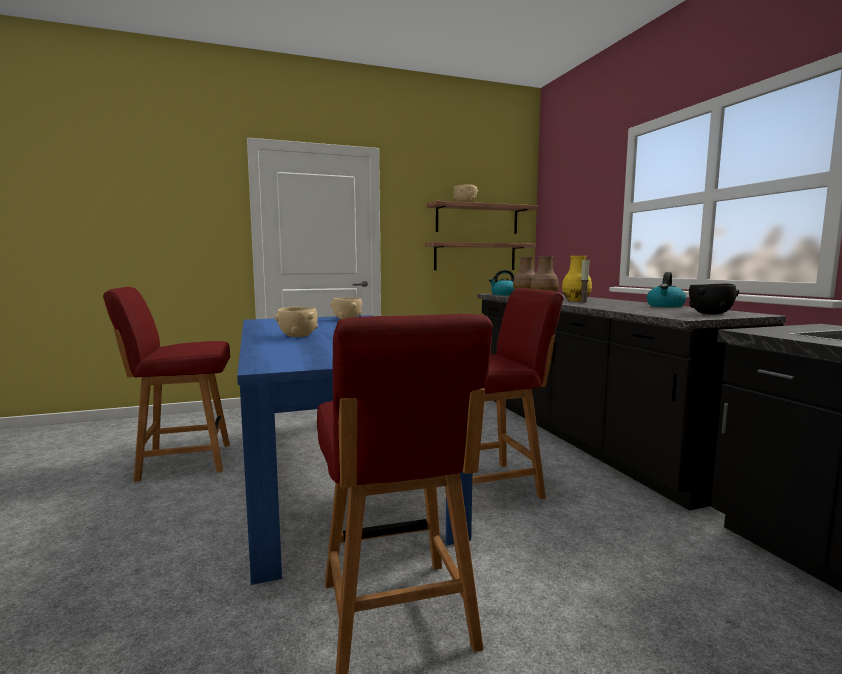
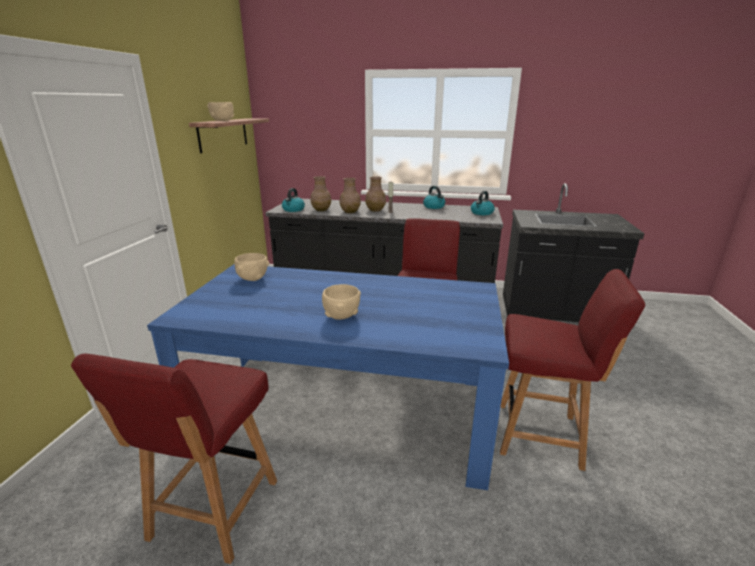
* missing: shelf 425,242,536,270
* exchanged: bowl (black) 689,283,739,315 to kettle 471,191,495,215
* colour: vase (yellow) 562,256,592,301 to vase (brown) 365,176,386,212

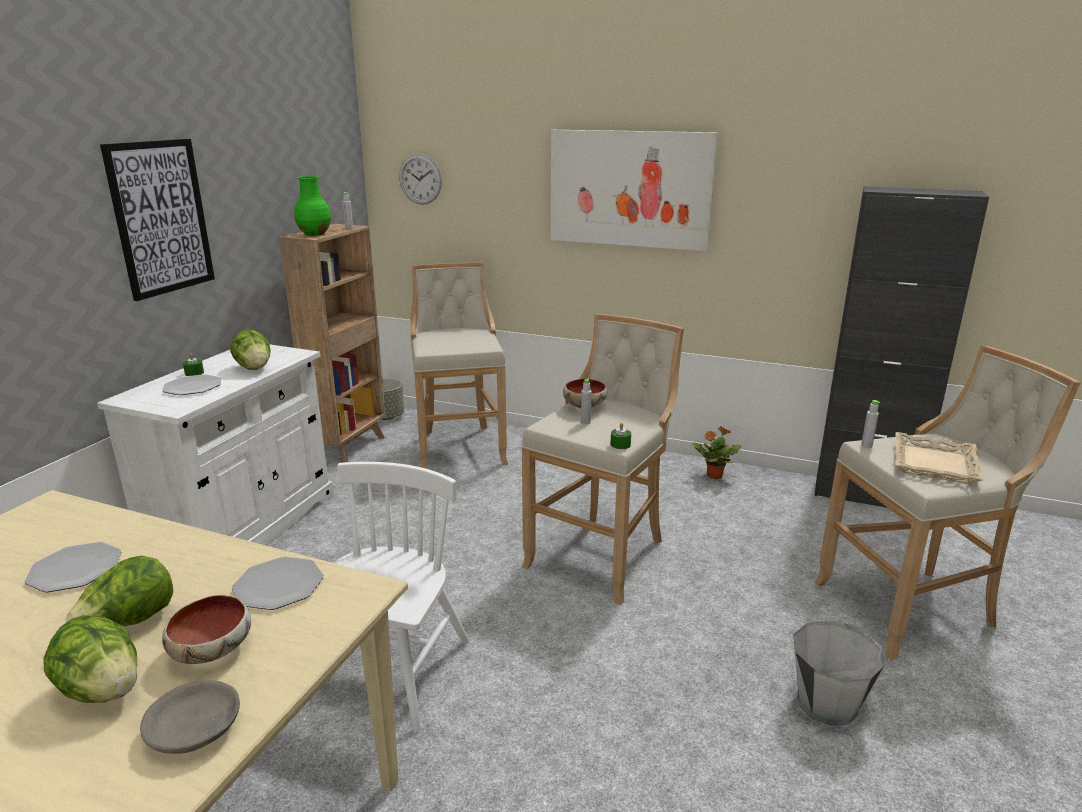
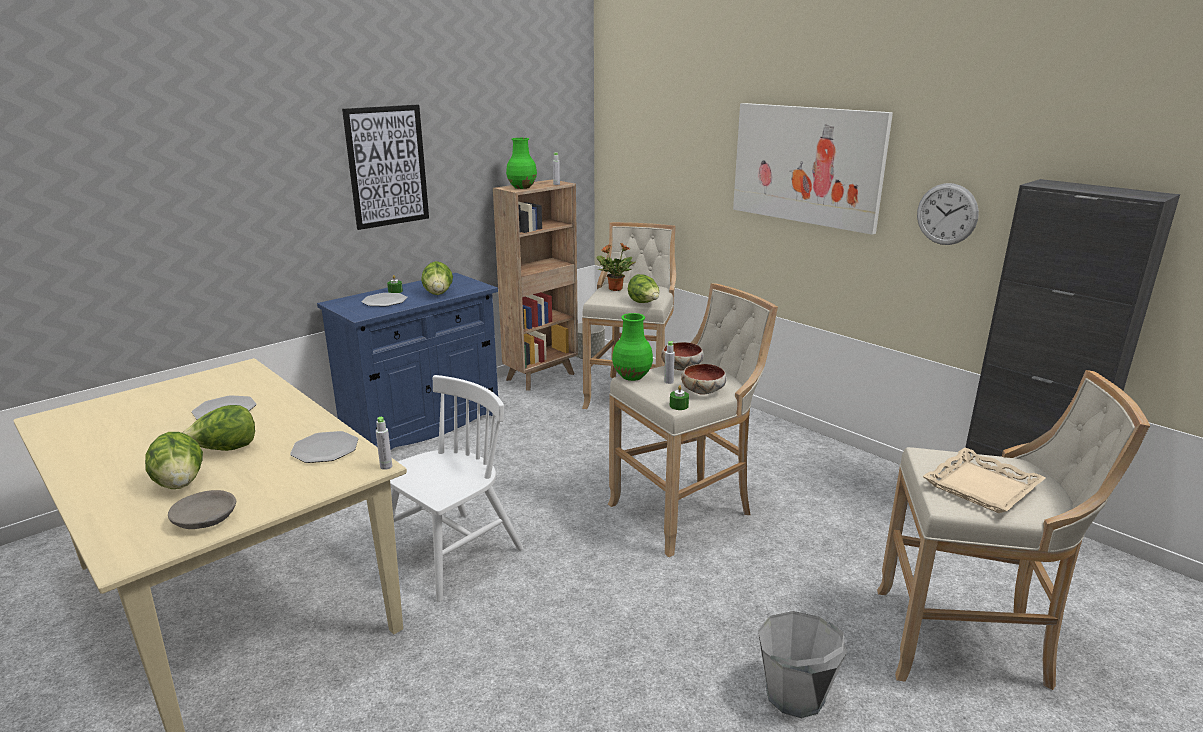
* appeared: vase (green) 612,313,653,381
* appeared: lettuce 628,274,659,303
* relocated: bowl 162,595,251,664 to 681,364,727,395
* relocated: wall clock 399,154,442,205 to 917,183,979,245
* relocated: potted plant 692,427,742,479 to 596,243,636,291
* relocated: bottle (grey) 861,400,880,448 to 376,417,392,470
* colour: cabinet (white) 97,344,334,545 to cabinet (blue) 317,273,498,450

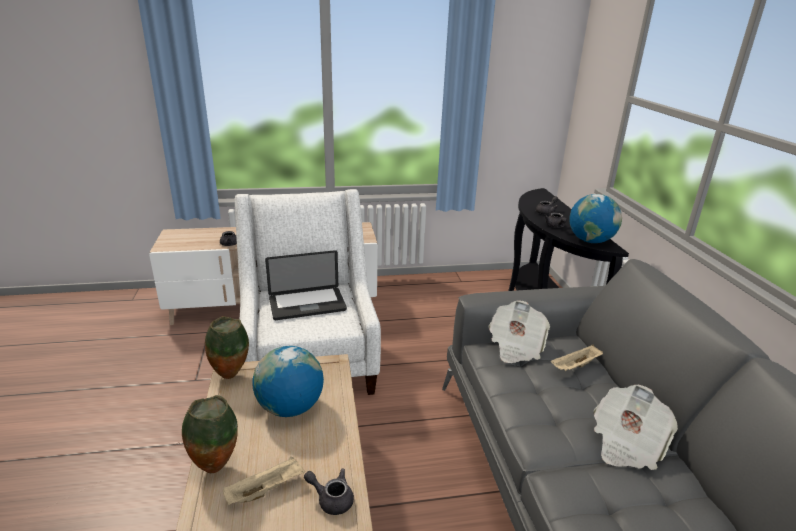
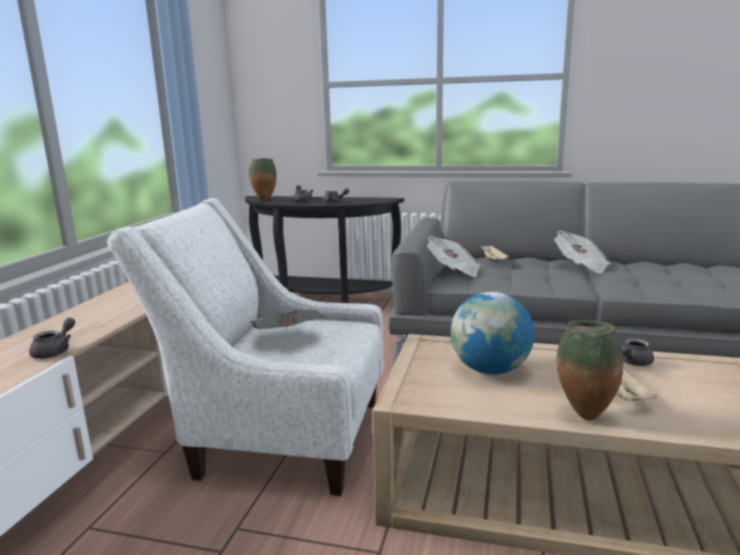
* missing: globe 569,194,622,243
* relocated: vase 205,316,249,379 to 249,158,276,201
* exchanged: laptop 265,250,347,320 to newspaper 250,310,323,329

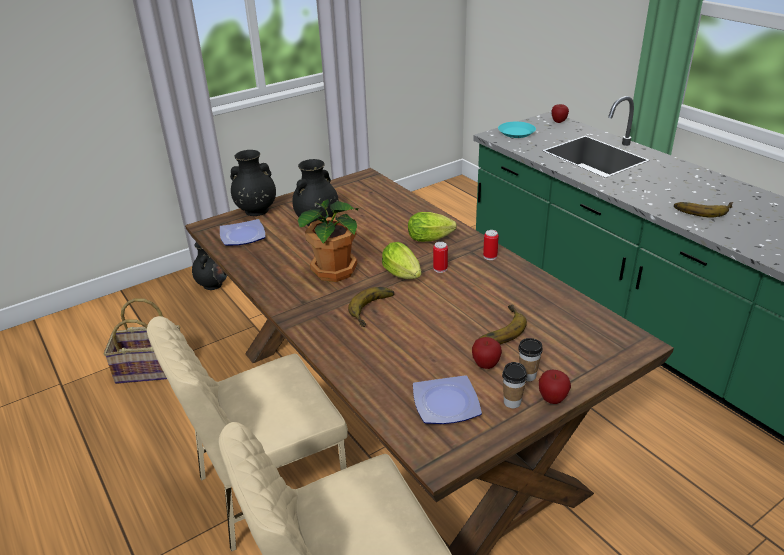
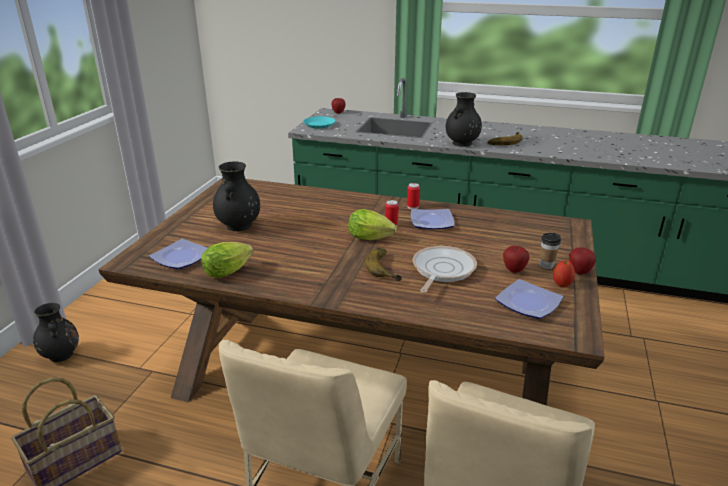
* missing: potted plant 298,199,358,282
* missing: banana 478,305,527,344
* appeared: plate 411,209,455,230
* appeared: frying pan 413,246,477,293
* relocated: vase (black) 230,150,276,216 to 446,92,482,147
* relocated: lettuce 408,212,457,242 to 201,242,253,278
* exchanged: cup 502,362,527,408 to apple 553,260,575,287

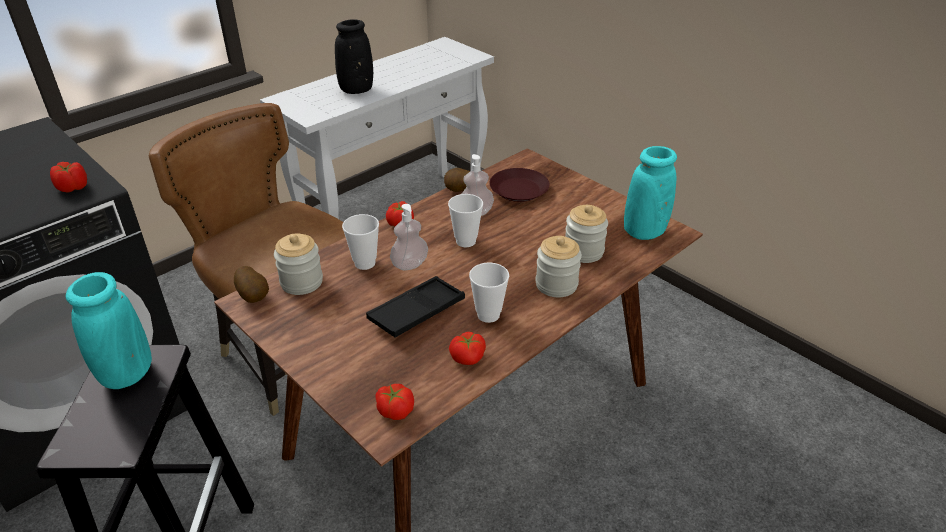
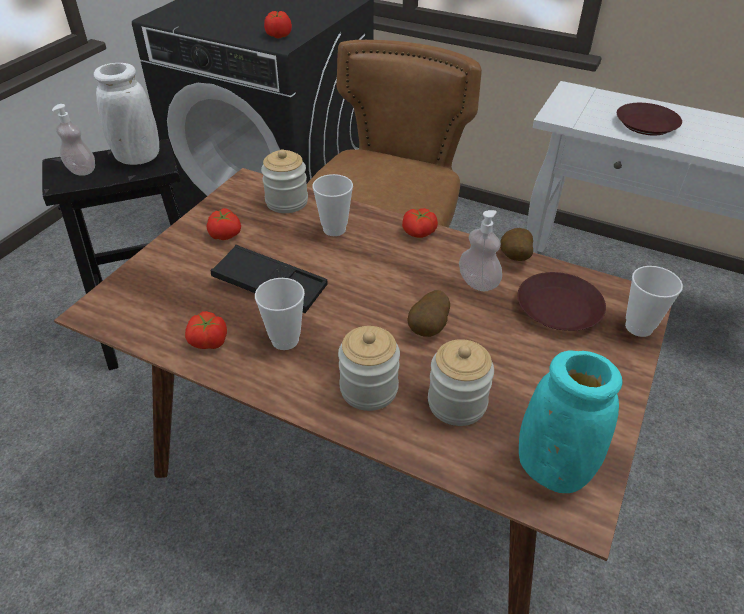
* relocated: potato 234,266,269,303 to 408,290,450,337
* relocated: tomato 375,384,414,420 to 207,208,241,240
* relocated: soap dispenser 390,204,428,270 to 52,104,95,176
* relocated: cup 448,194,483,247 to 625,266,683,337
* exchanged: vase (black) 335,20,373,94 to plate (brown) 617,103,682,136
* colour: vase (turquoise) 66,272,152,389 to vase (white) 94,63,159,165

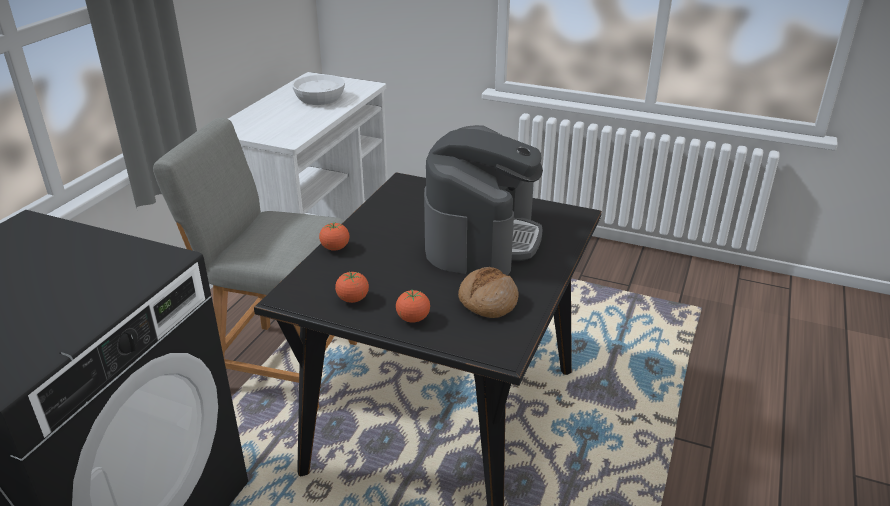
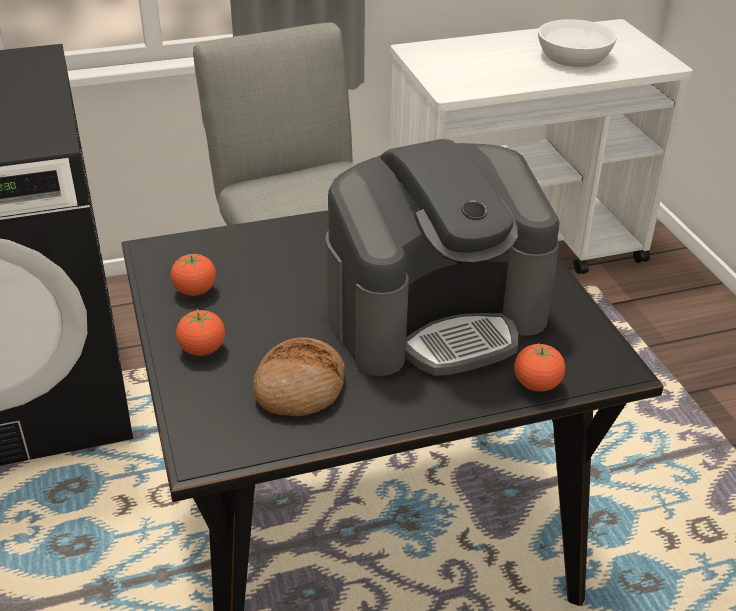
* relocated: tomato 319,222,349,251 to 514,343,565,392

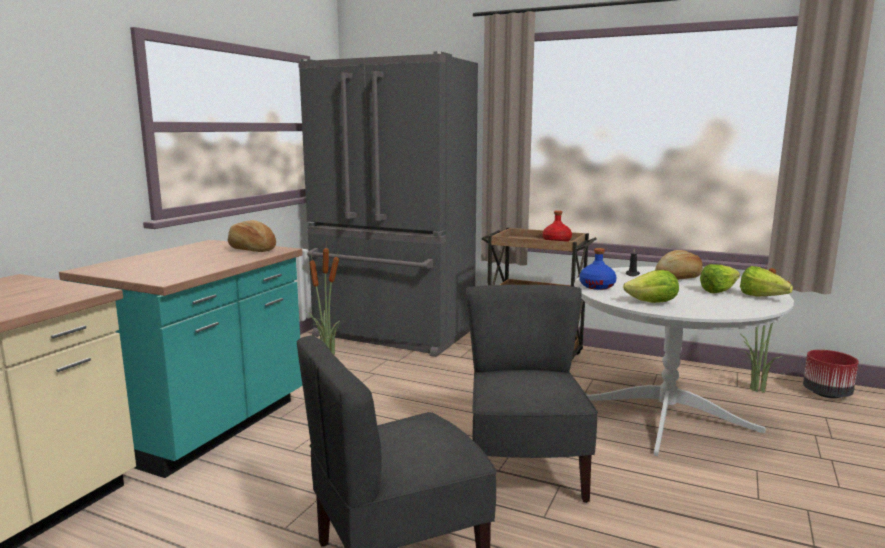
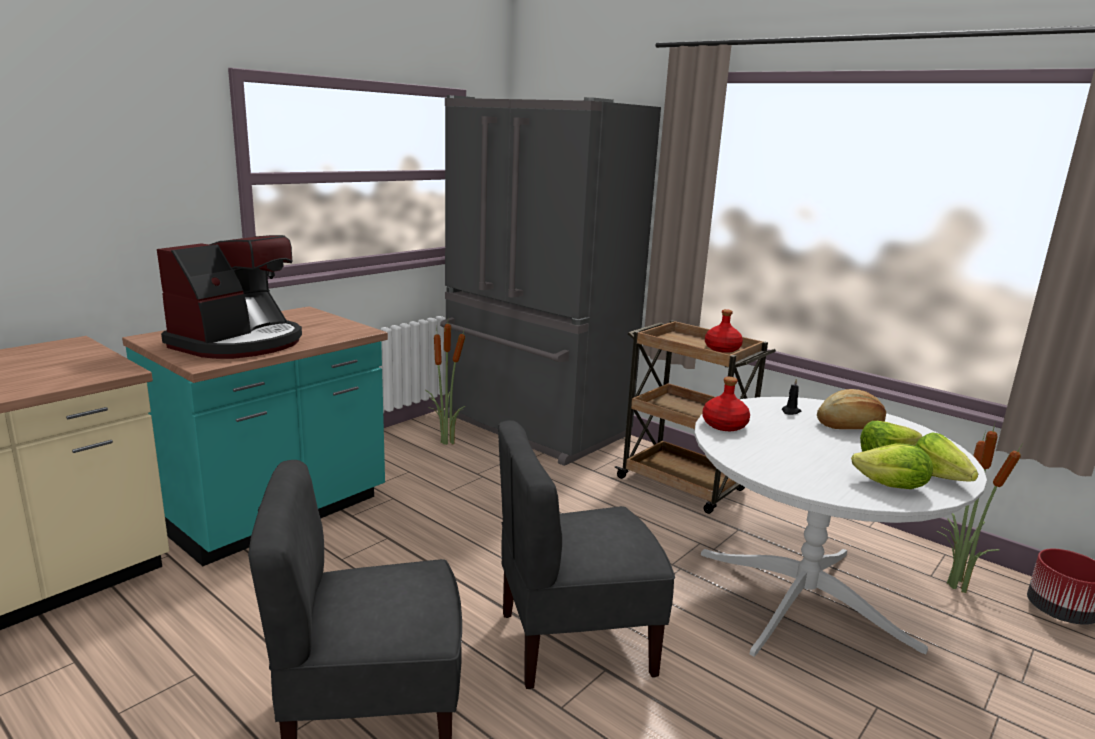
* missing: bread 228,220,276,252
* appeared: coffee machine 157,235,302,359
* relocated: lettuce 623,270,679,303 to 851,443,933,489
* colour: bottle (blue) 579,248,616,290 to bottle (red) 702,377,750,431
* spun: chair (grey) 466,285,598,503 = 498,420,675,689 120 degrees counterclockwise

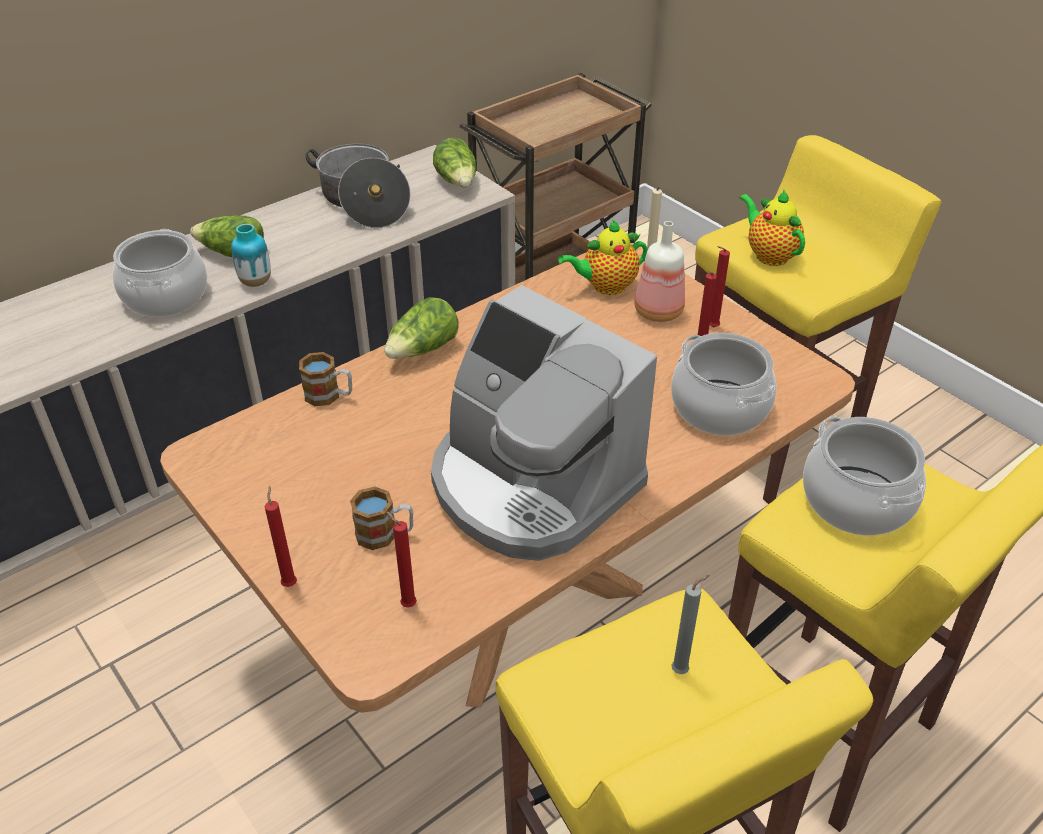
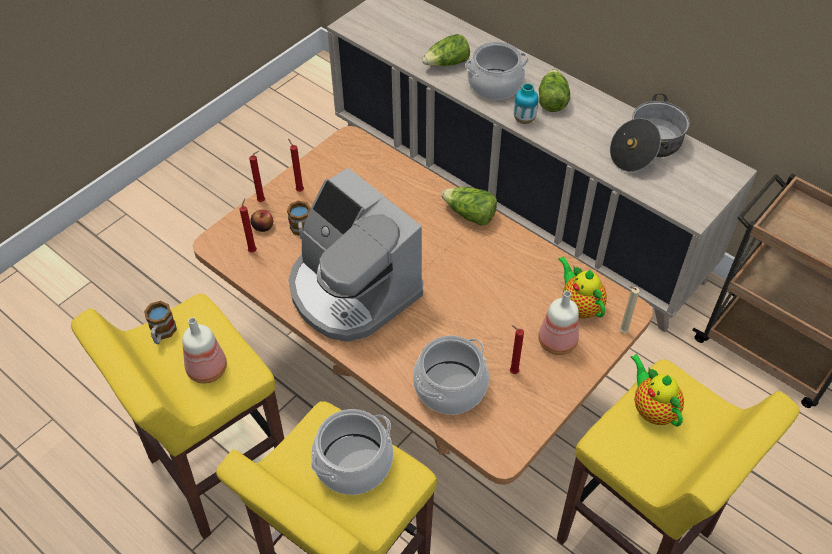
* appeared: apple 250,210,273,232
* relocated: mug 299,352,352,406 to 144,301,177,344
* relocated: lettuce 433,138,476,187 to 422,34,470,66
* relocated: candle (red) 710,246,730,328 to 288,138,304,192
* exchanged: candle (grey) 671,575,710,674 to bottle 182,317,227,384
* spun: coffee machine 431,285,657,561 = 288,168,423,342 75 degrees counterclockwise
* spun: teapot 739,189,805,266 = 631,354,684,426 75 degrees counterclockwise

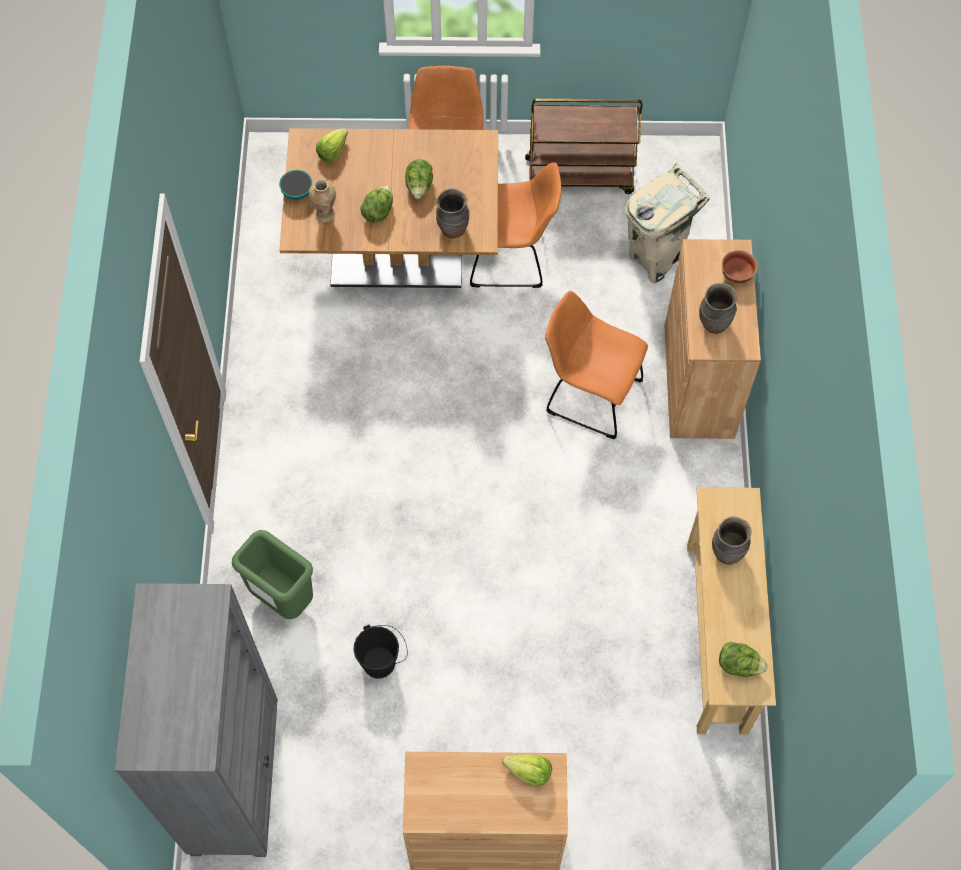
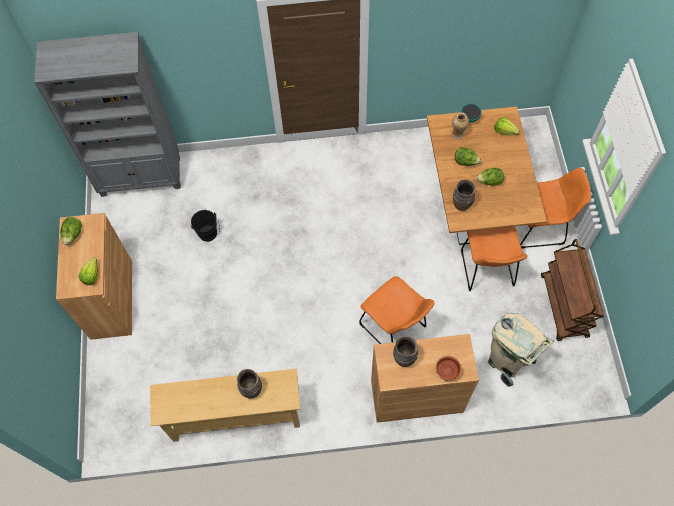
* missing: trash can (green) 232,530,313,619
* relocated: lettuce 719,642,768,677 to 60,217,82,245
* spun: chair (orange) 545,291,648,439 = 359,276,435,344 120 degrees clockwise

